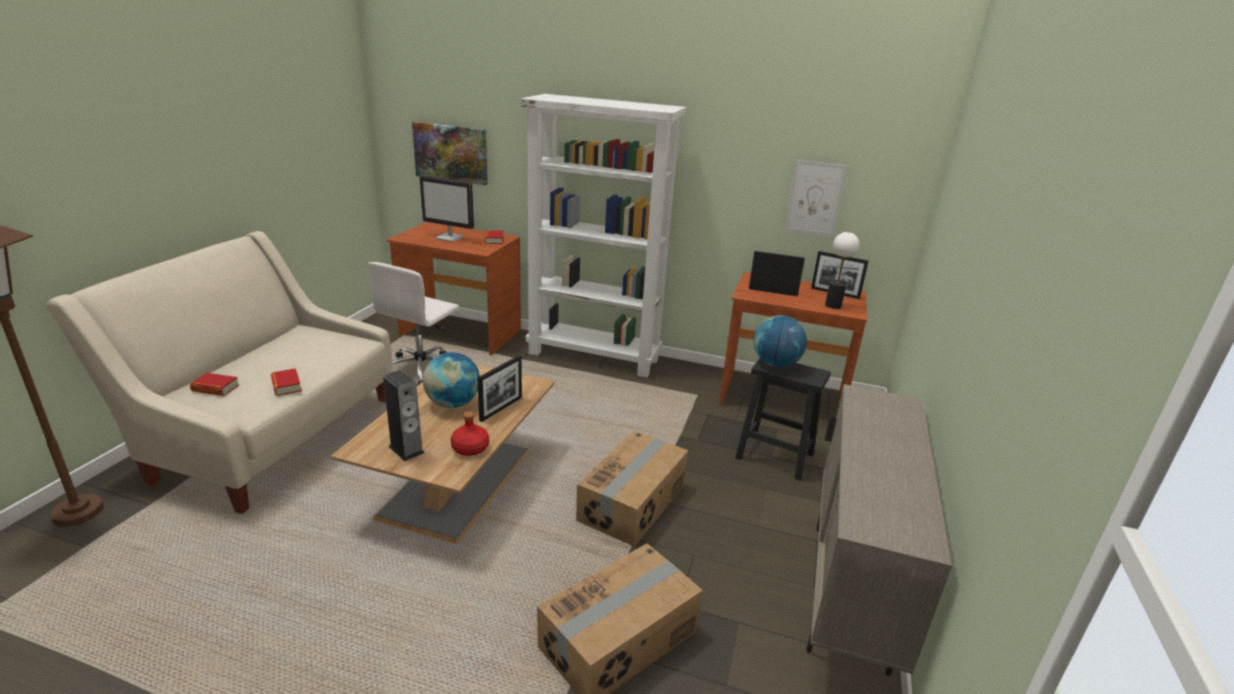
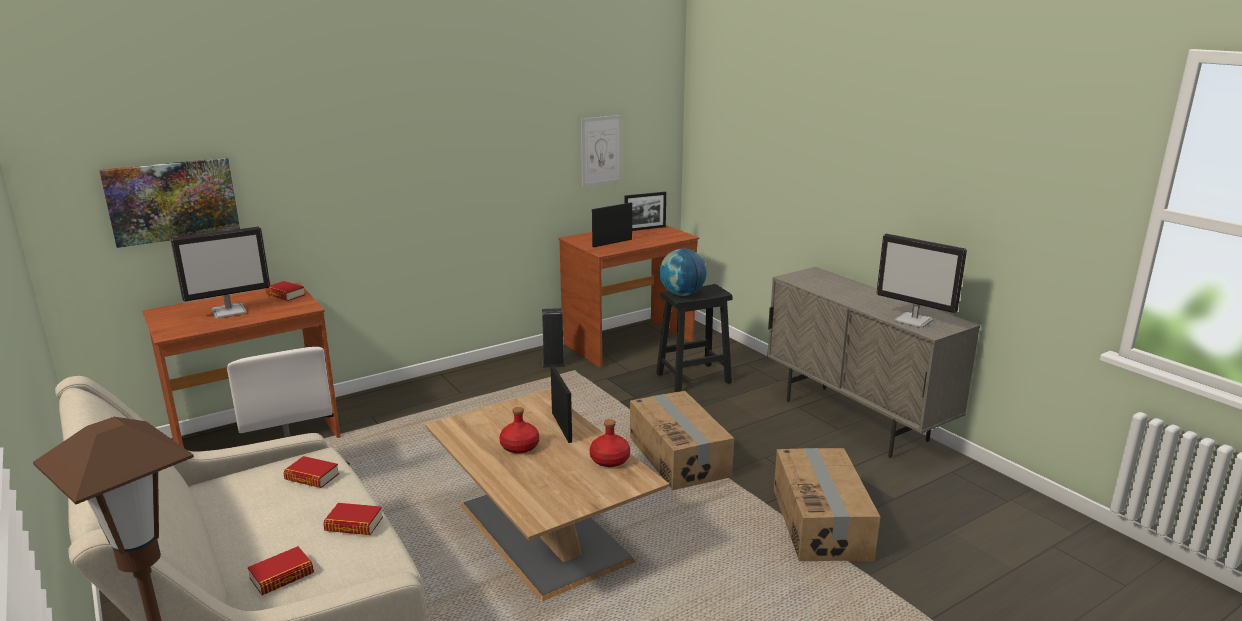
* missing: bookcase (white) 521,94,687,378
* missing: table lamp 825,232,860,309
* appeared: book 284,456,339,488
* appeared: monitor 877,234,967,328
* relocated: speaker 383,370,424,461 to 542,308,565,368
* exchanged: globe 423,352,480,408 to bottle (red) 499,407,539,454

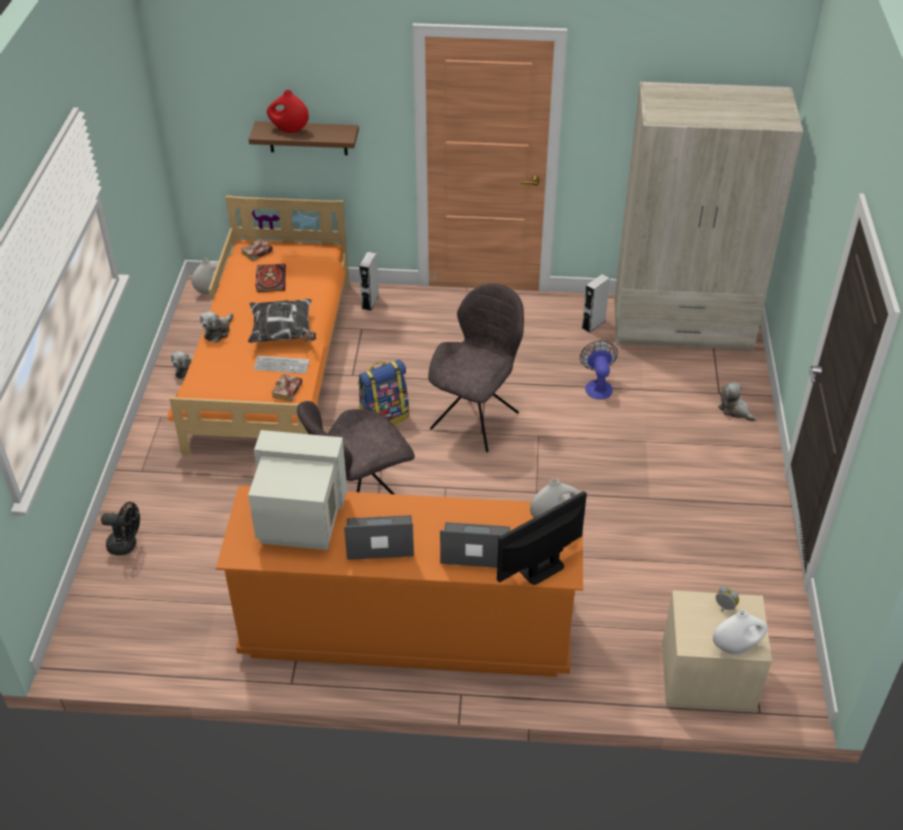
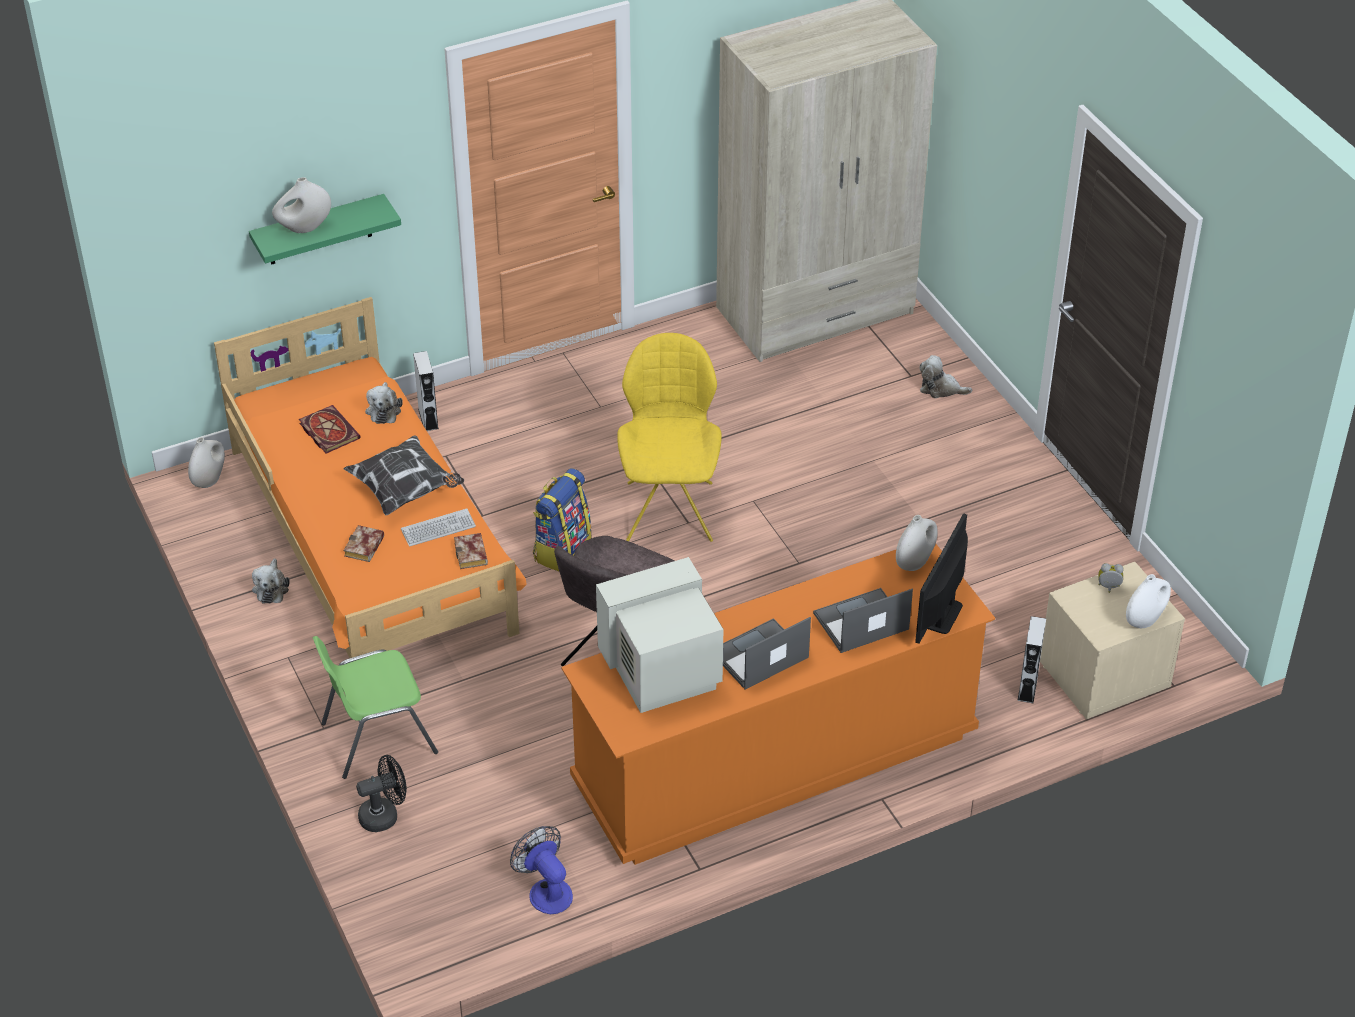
* appeared: chair (green) 313,636,438,779
* relocated: plush toy 200,311,233,343 to 365,382,403,424
* relocated: book 241,239,273,261 to 344,525,384,562
* relocated: fan 580,341,618,400 to 510,826,573,914
* relocated: speaker (grey) 581,274,610,333 to 1017,616,1046,703
* colour: shelf (brown) 249,121,359,155 to shelf (green) 249,194,401,265
* colour: vase (red) 267,90,309,133 to vase (white) 272,177,331,233
* colour: chair (grey) 428,283,524,452 to chair (yellow) 617,333,721,542

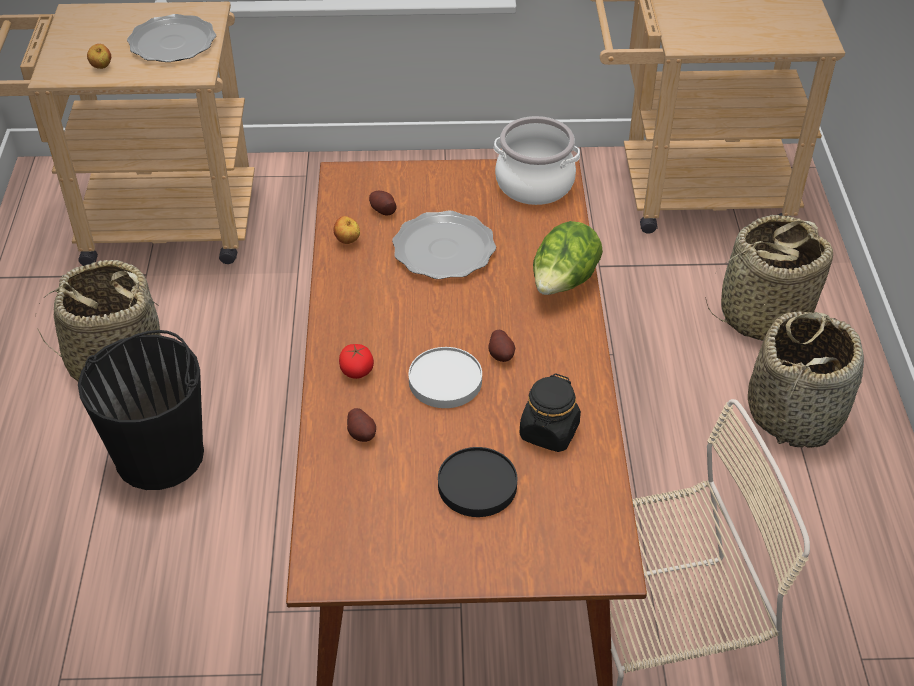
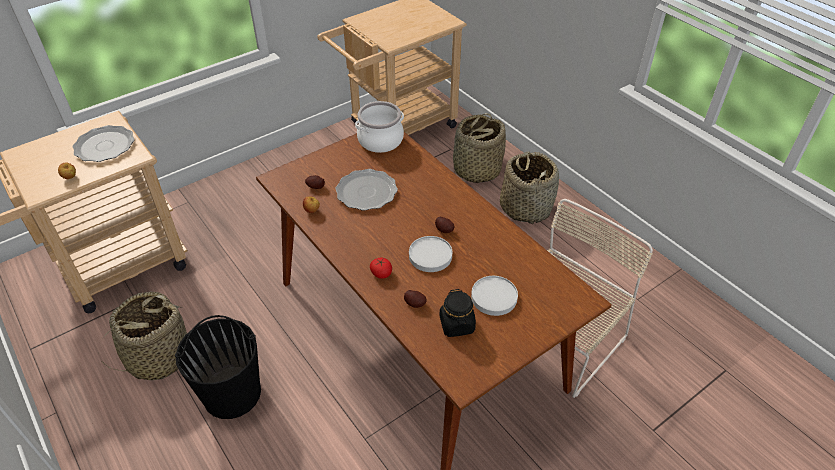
* missing: lettuce 533,221,603,295
* relocated: jar (black) 519,373,581,452 to 439,289,476,337
* colour: plate (black) 438,447,517,517 to plate (white) 471,276,518,316

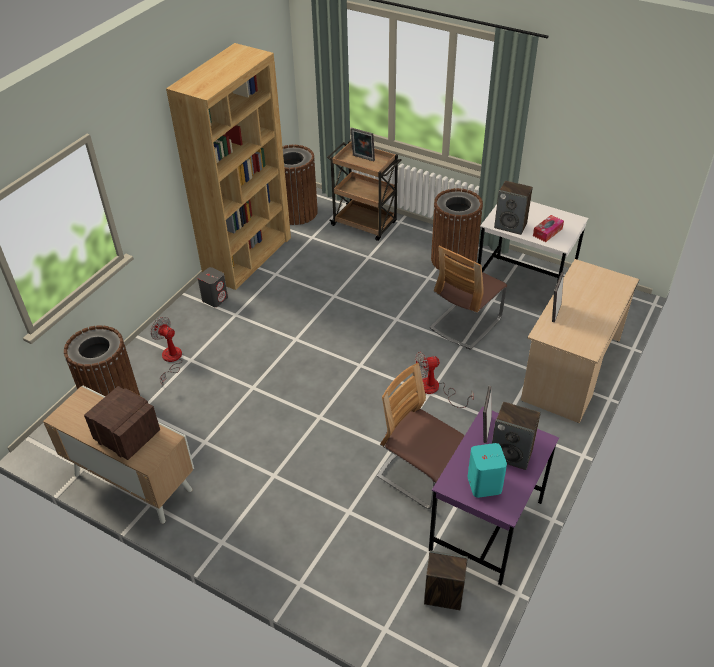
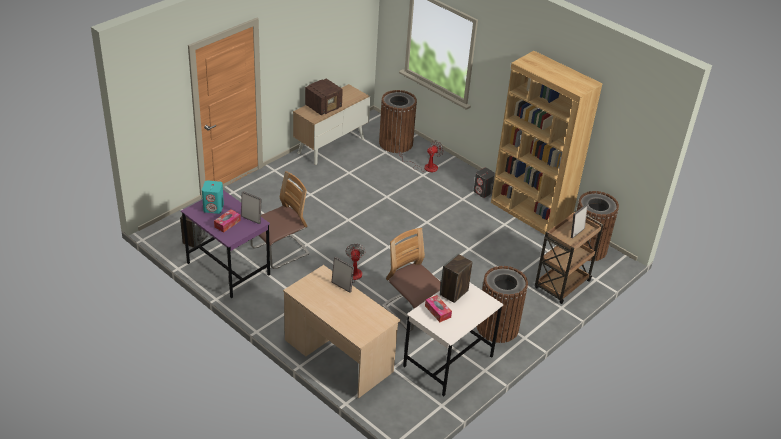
* exchanged: speaker 492,402,541,470 to tissue box 214,209,241,233

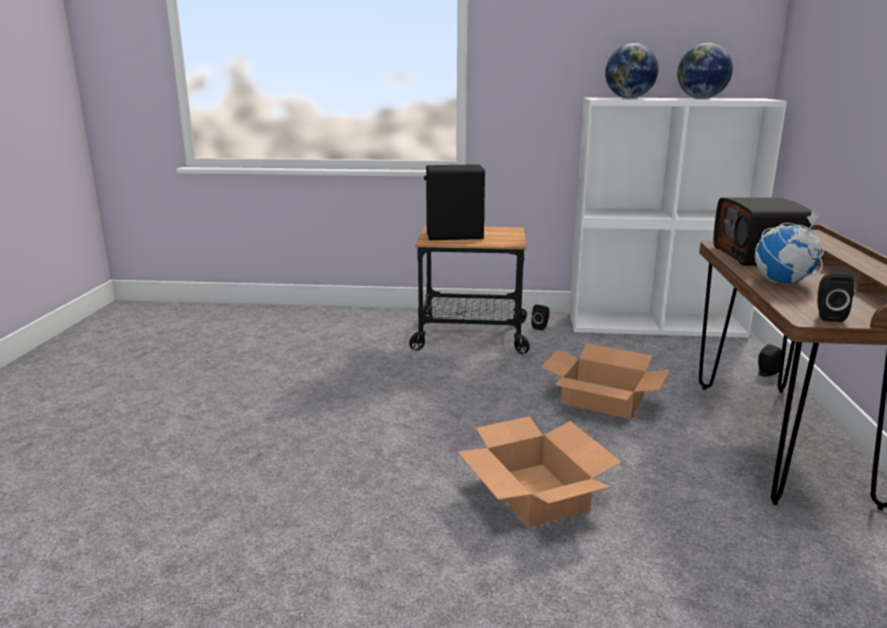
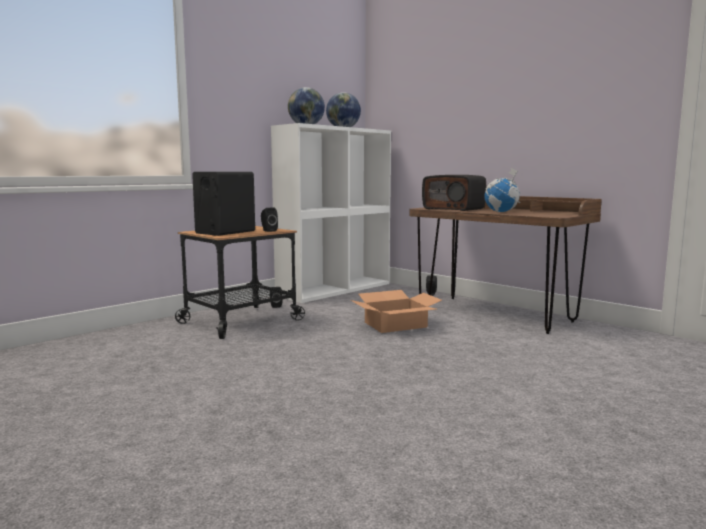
* missing: cardboard box 457,416,621,528
* relocated: speaker (black) 818,274,855,322 to 261,208,278,232

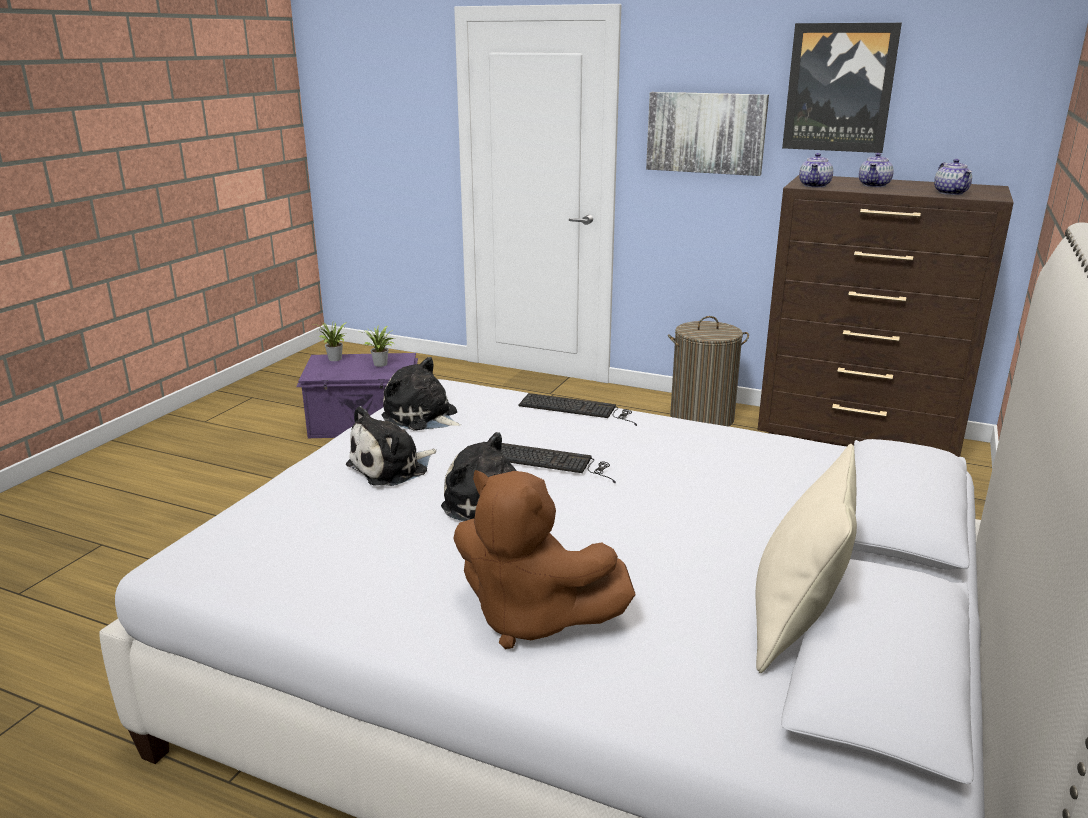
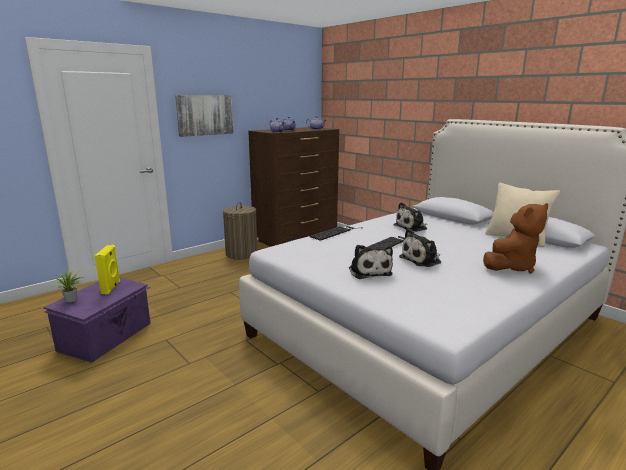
* missing: picture 782,23,902,153
* relocated: plush toy 382,357,460,431 to 394,202,427,232
* exchanged: potted plant 363,325,395,367 to speaker (yellow) 95,245,120,294

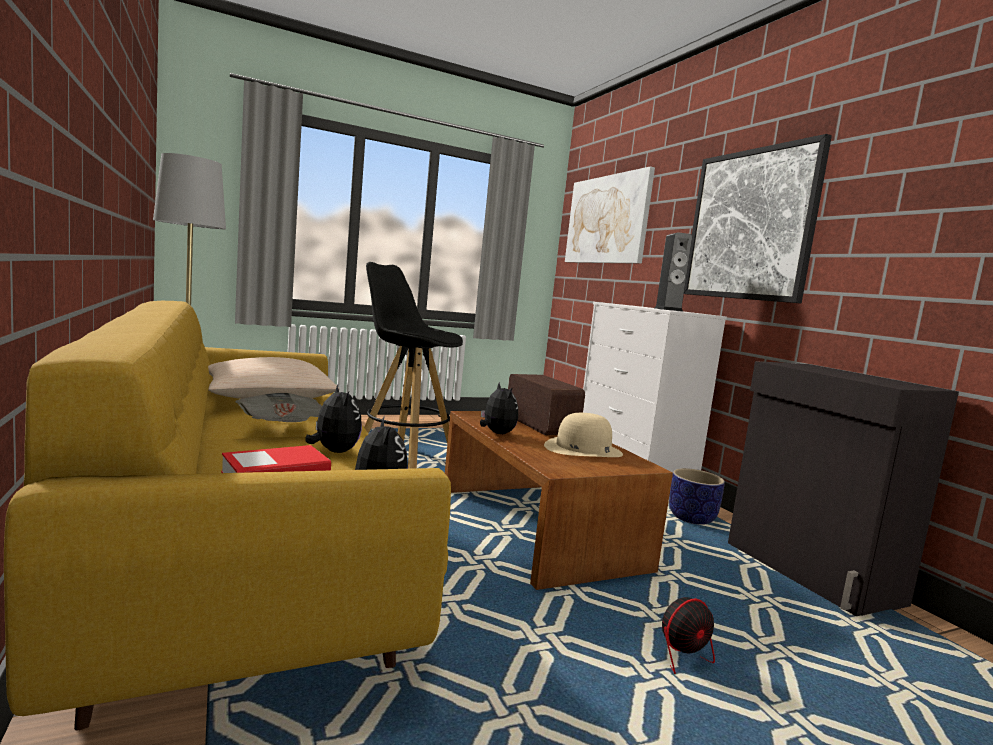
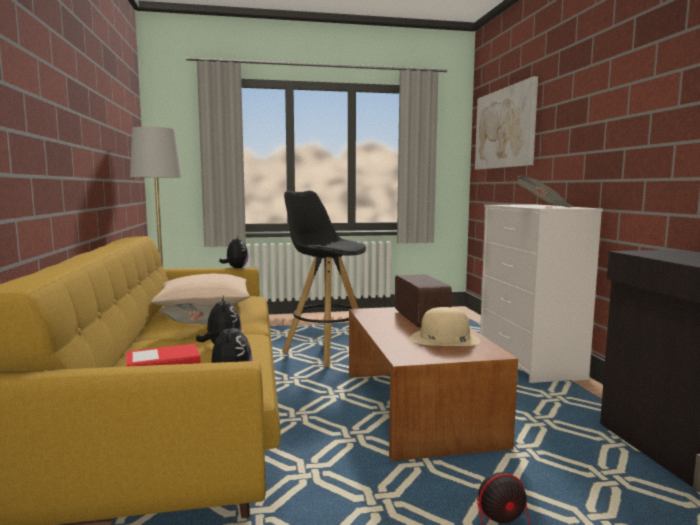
* missing: planter 669,468,725,525
* missing: picture 684,134,832,303
* relocated: plush toy 480,382,518,434 to 219,236,248,268
* exchanged: speaker 655,232,692,312 to newspaper 516,176,573,207

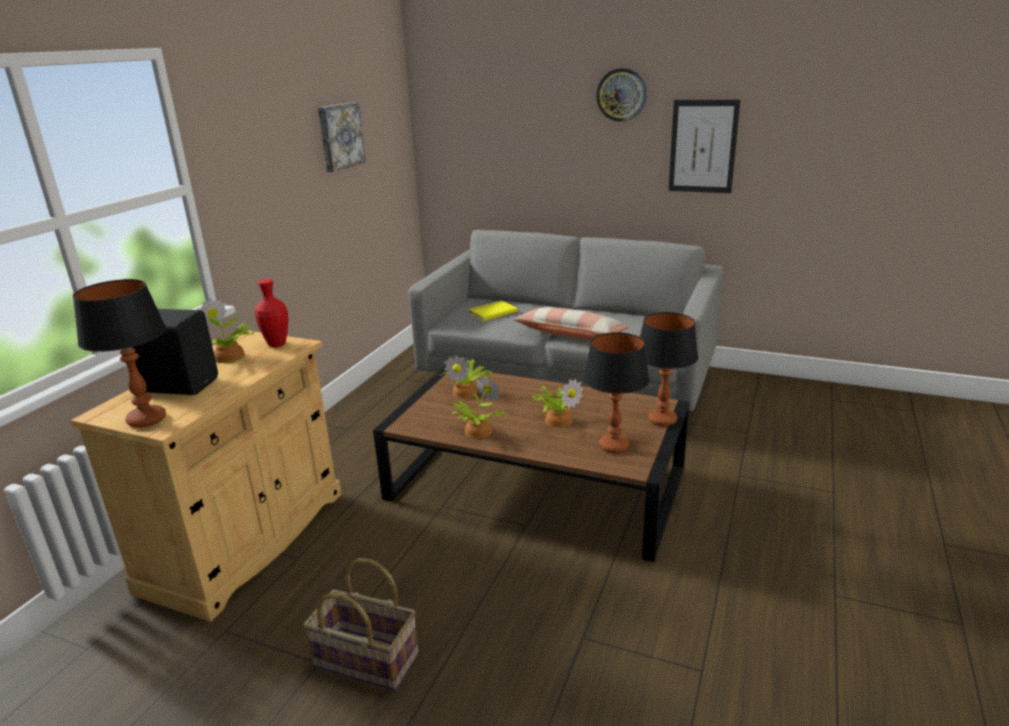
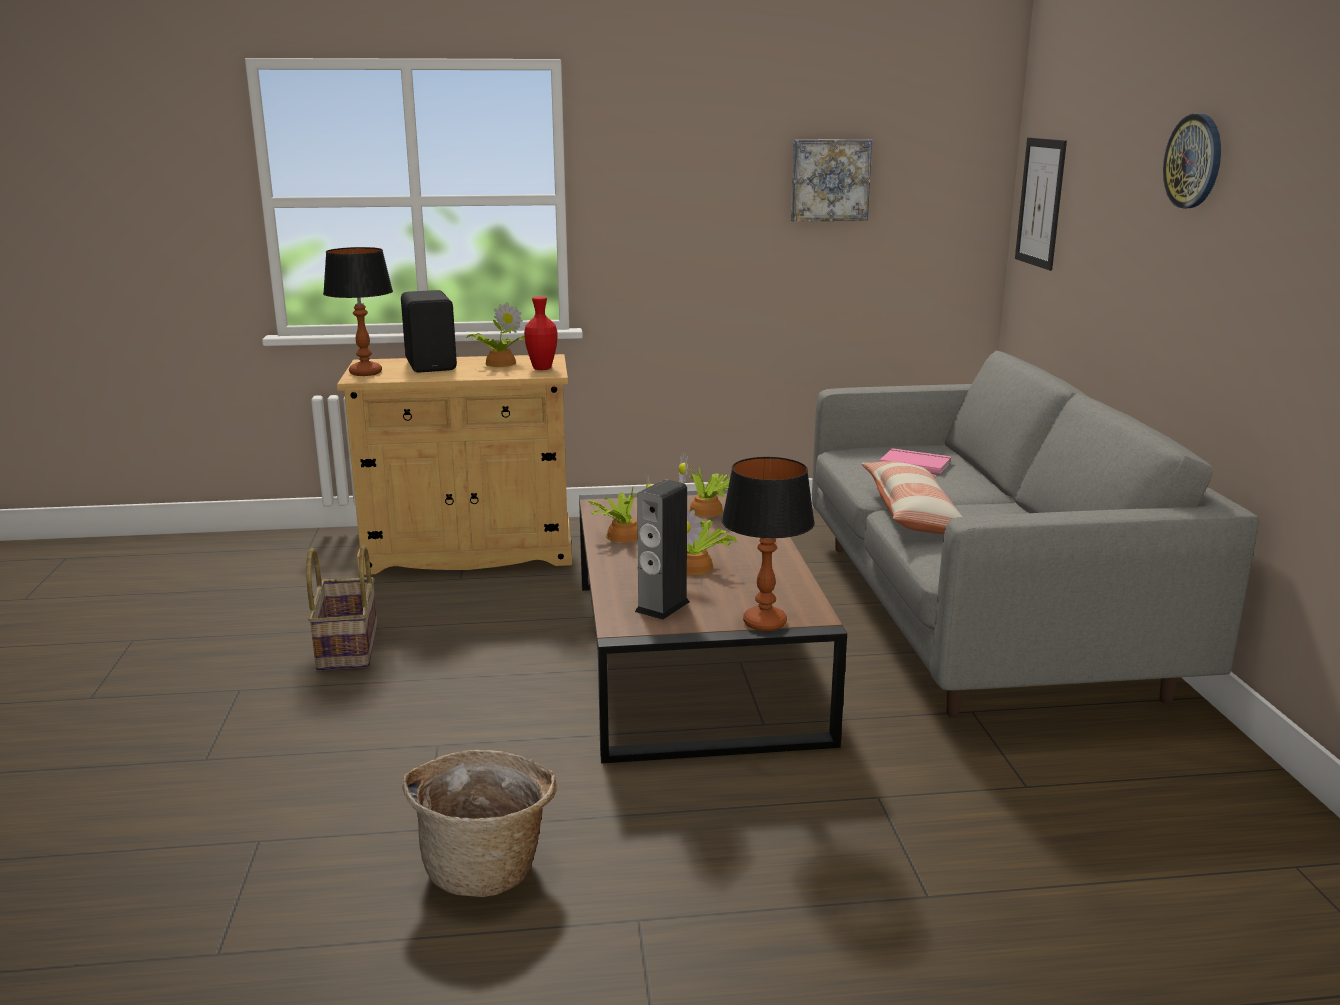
* appeared: basket 402,749,557,897
* relocated: picture 668,100,740,193 to 1015,138,1067,271
* exchanged: table lamp 584,332,650,453 to speaker 635,479,690,620
* colour: book (yellow) 468,301,518,321 to book (pink) 879,448,951,475

